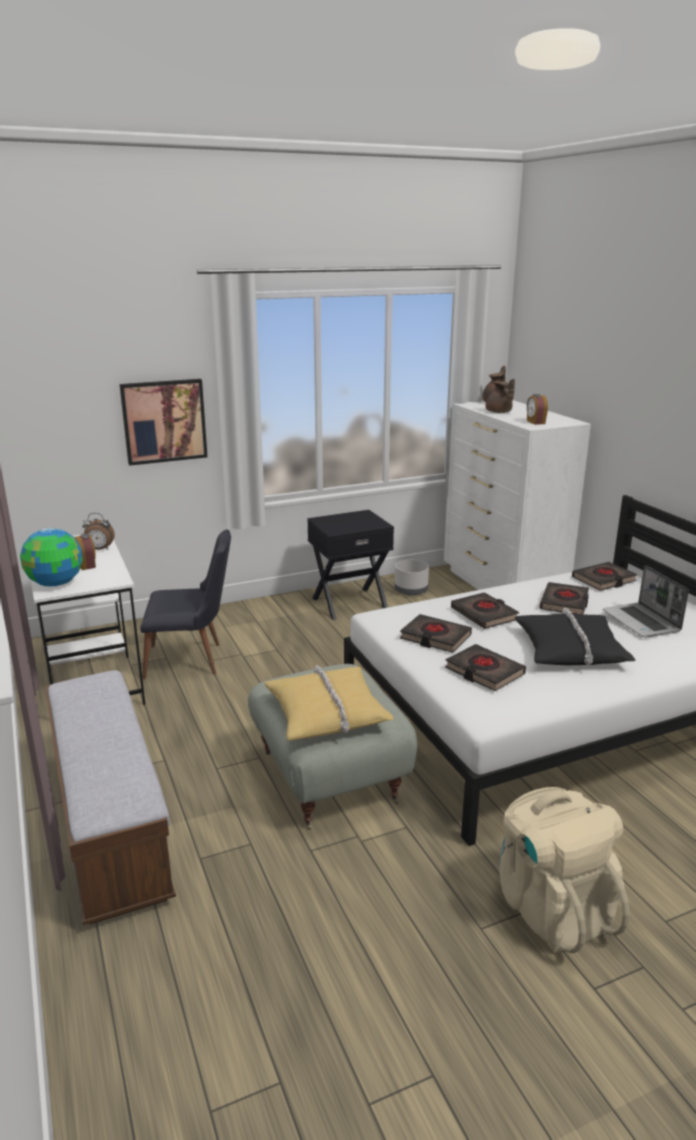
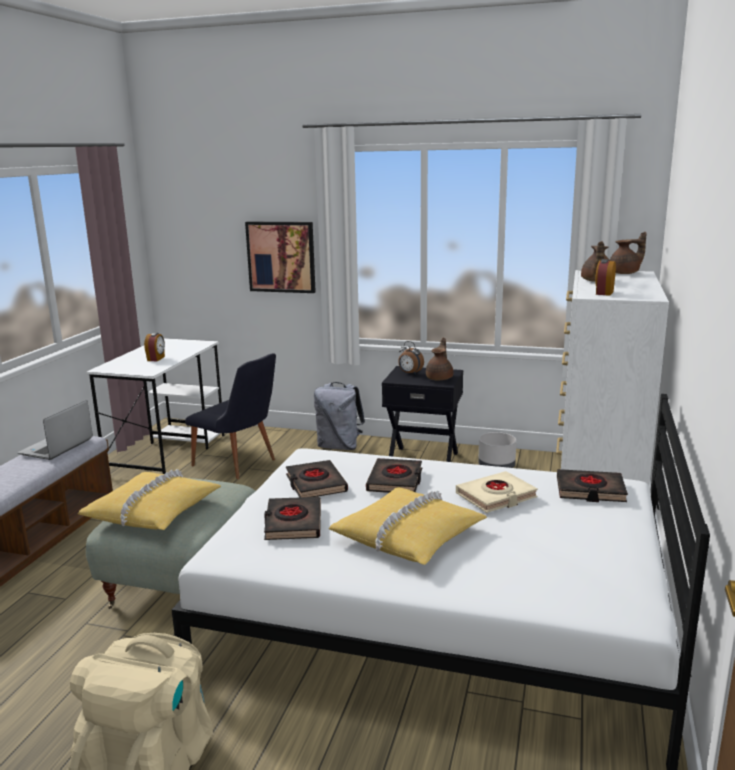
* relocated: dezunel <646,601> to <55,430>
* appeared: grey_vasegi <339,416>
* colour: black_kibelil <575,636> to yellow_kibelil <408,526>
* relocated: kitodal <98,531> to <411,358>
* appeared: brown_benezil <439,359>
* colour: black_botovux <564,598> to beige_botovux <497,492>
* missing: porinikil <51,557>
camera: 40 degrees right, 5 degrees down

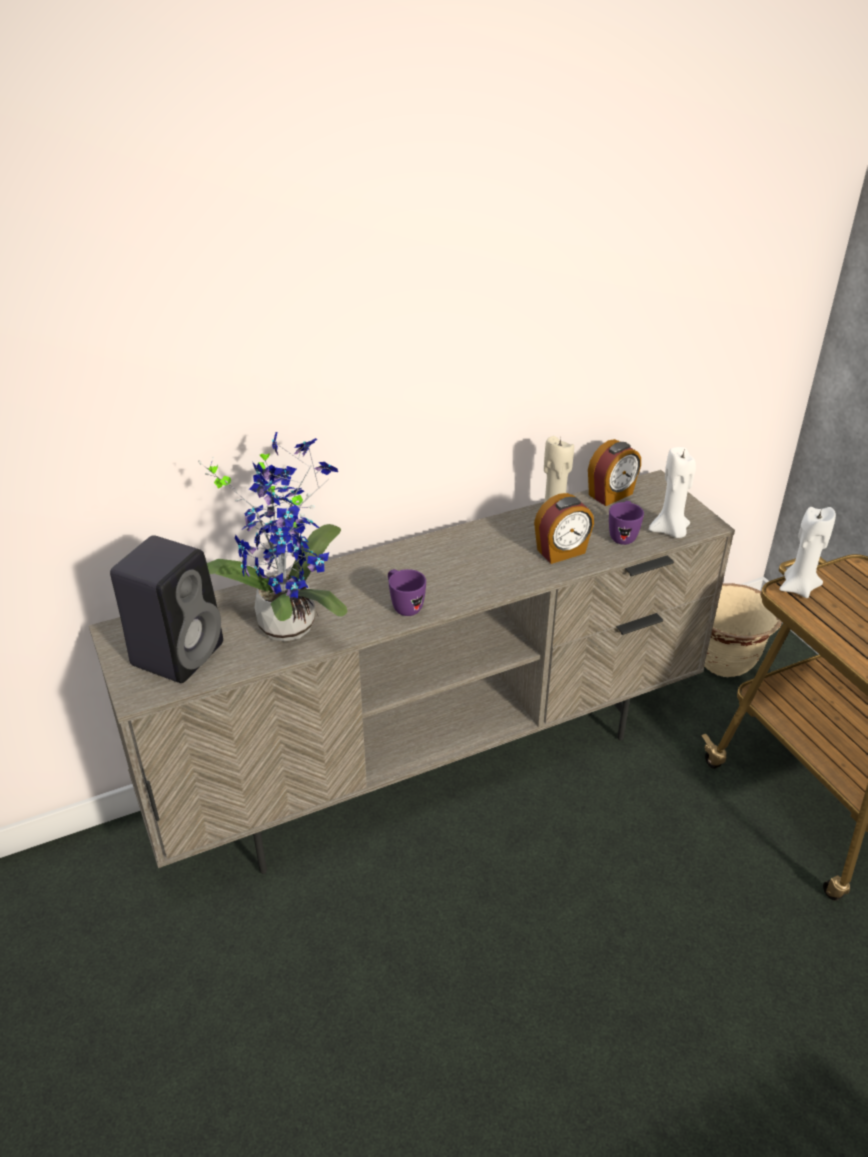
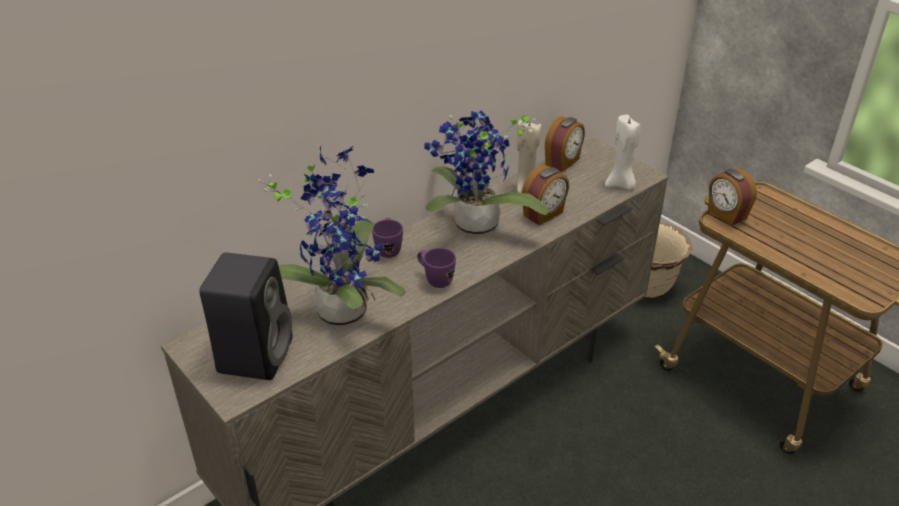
* relocated: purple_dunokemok <626,523> to <387,238>
* appeared: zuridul <486,174>
* exchanged: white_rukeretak <807,552> to kitodal <732,197>
camera: 15 degrees left, 0 degrees up

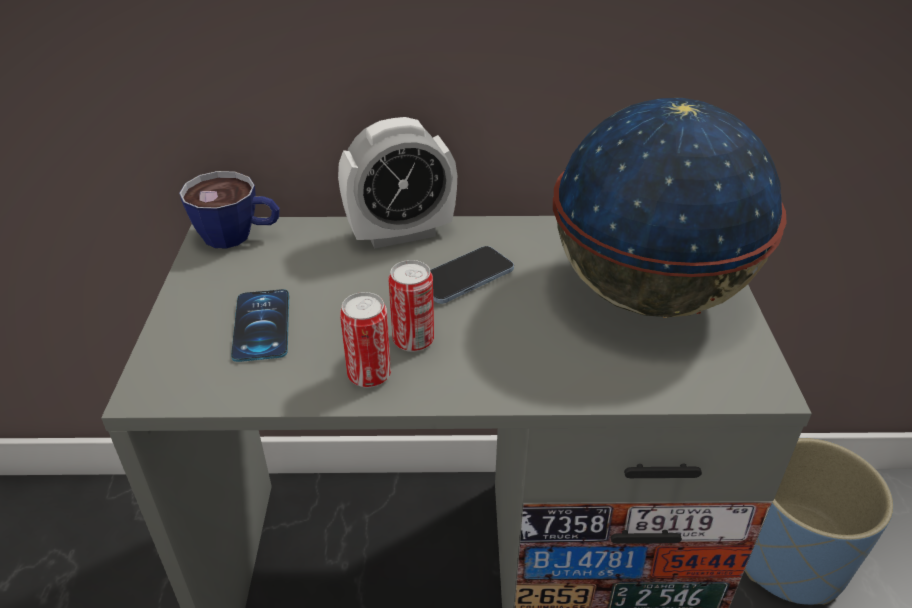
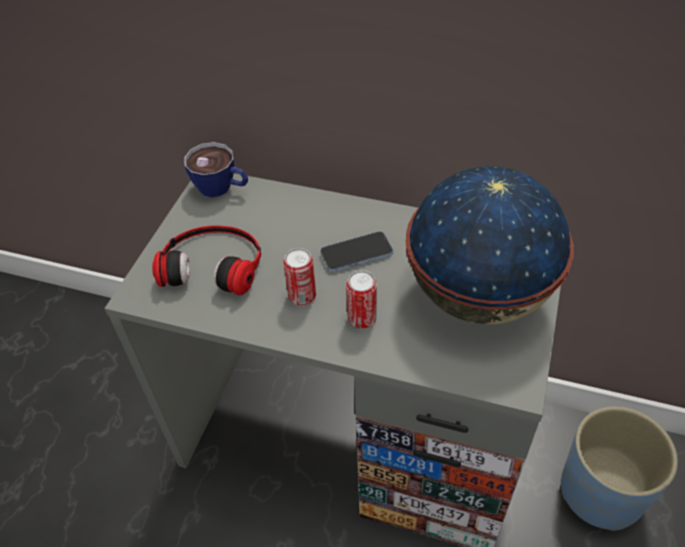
* exchanged: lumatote <260,325> to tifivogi <206,260>
* relocated: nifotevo <365,340> to <361,299>
* missing: kitodal <397,183>
camera: 20 degrees right, 10 degrees up

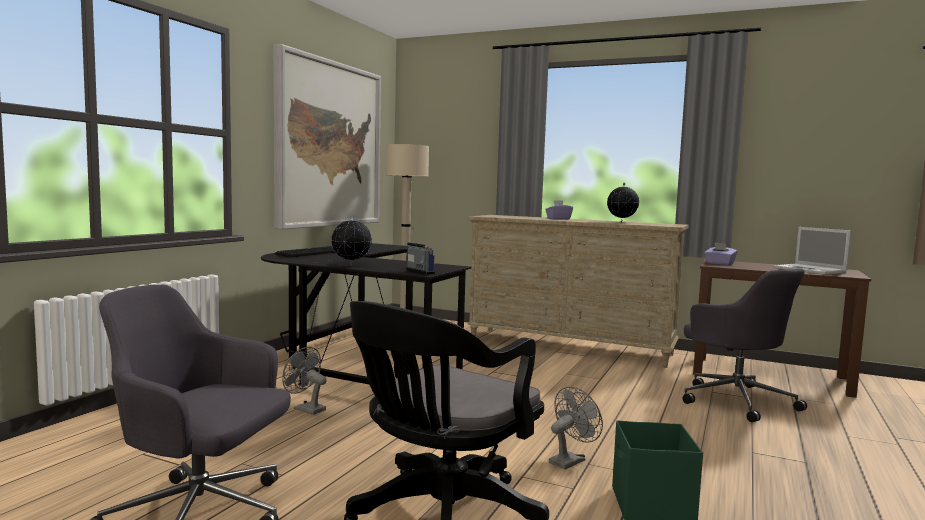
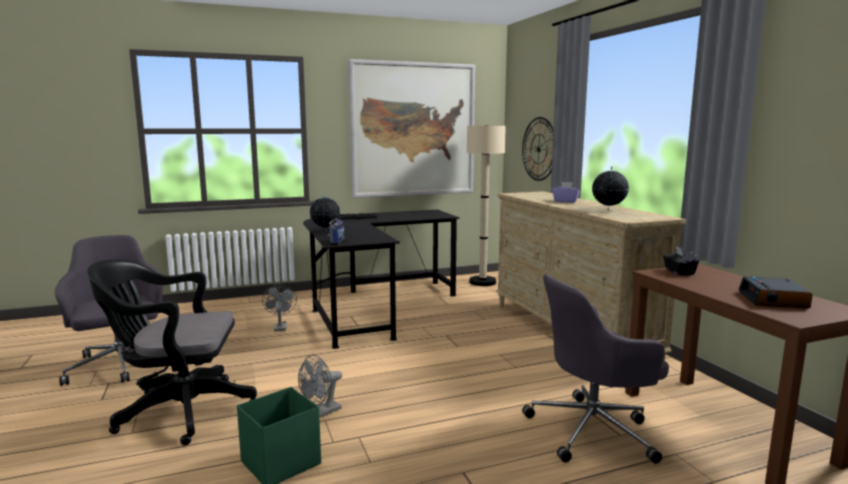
* spun: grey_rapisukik <576,428> = <320,386> 135 degrees clockwise
* appeared: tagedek <538,149>
* spun: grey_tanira <745,345> = <595,368> 60 degrees clockwise
* colour: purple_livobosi <720,254> to black_livobosi <681,260>
* exchanged: dezunel <812,250> to kitodal <775,292>
camera: 45 degrees right, 5 degrees up

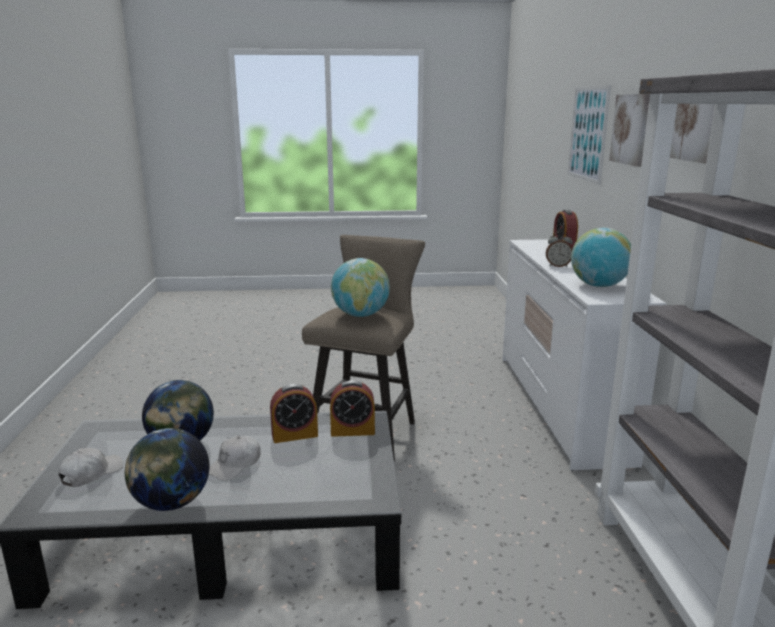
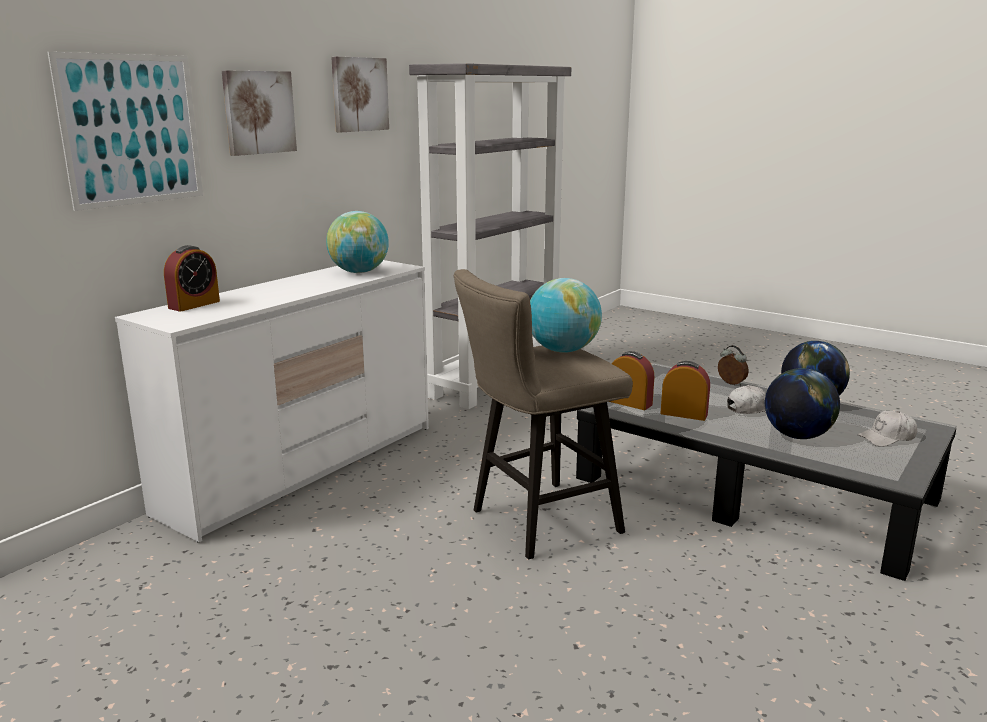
* relocated: kitodal <559,249> to <733,365>
camera: 140 degrees left, 0 degrees up

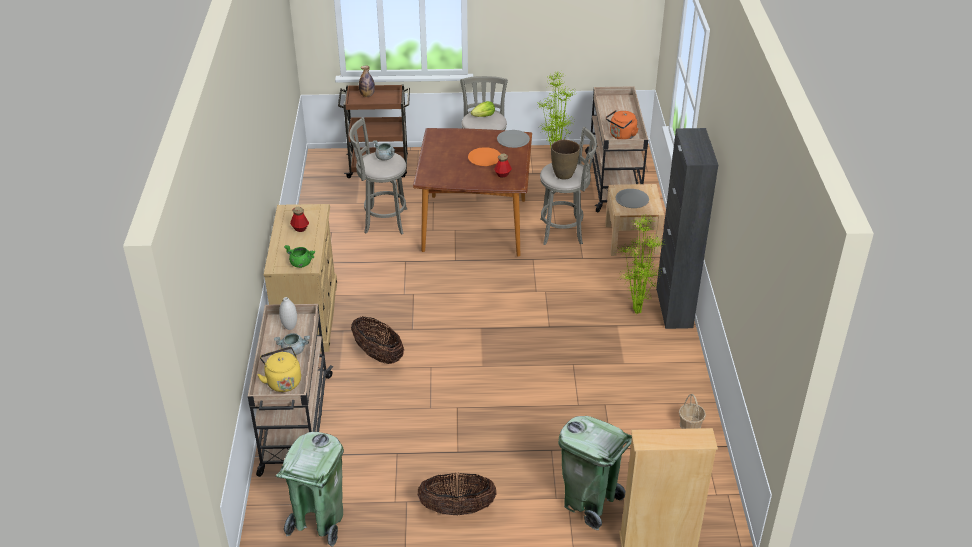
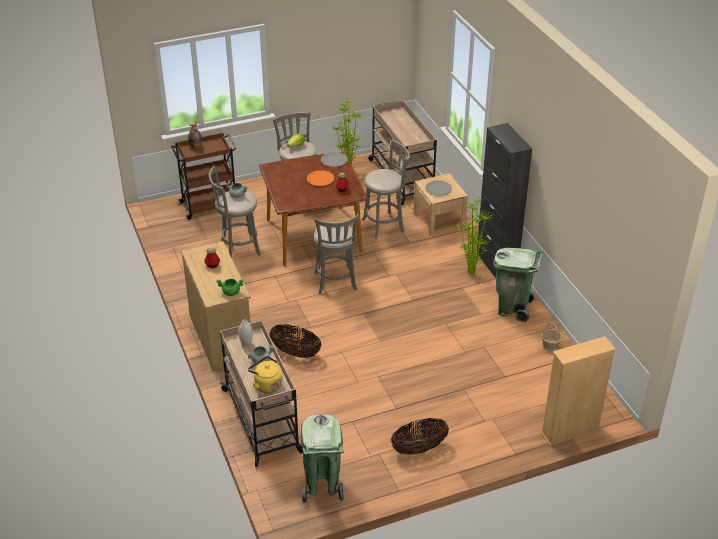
* appeared: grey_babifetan <336,254>
* relocated: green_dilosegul <595,473> to <518,285>
* missing: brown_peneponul <565,159>
* missing: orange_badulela <622,124>
camera: 20 degrees left, 0 degrees up

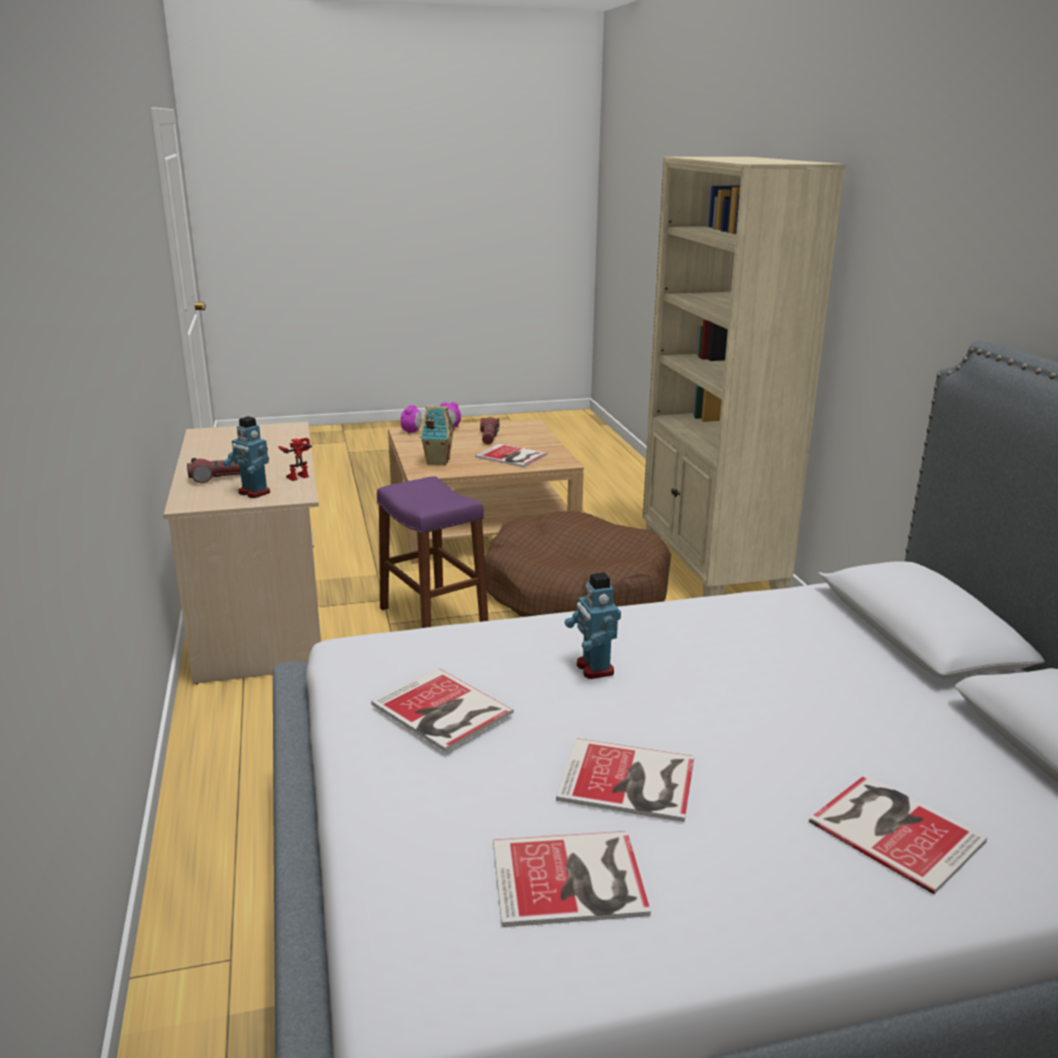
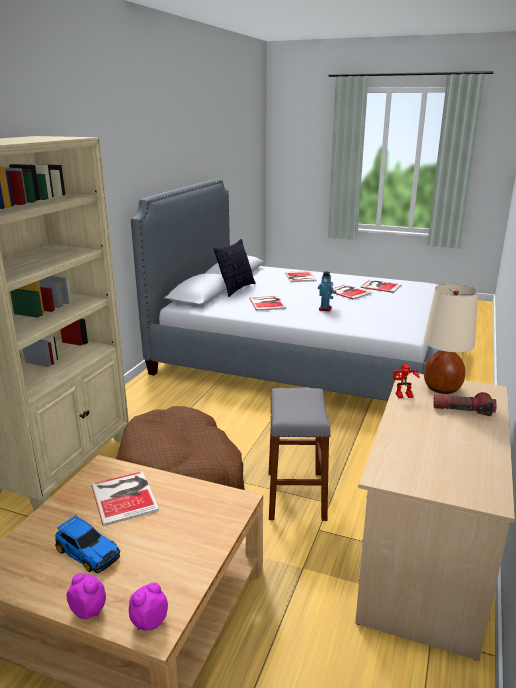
* exchanged: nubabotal <489,431> to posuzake <87,544>
* appeared: kibelil <234,268>
* relocated: botovux <442,710> to <267,303>
* colour: purple_babifetan <432,552> to grey_babifetan <300,454>
* exchanged: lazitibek <246,457> to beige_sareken <451,339>
* missing: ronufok <437,435>
camera: 145 degrees left, 0 degrees up

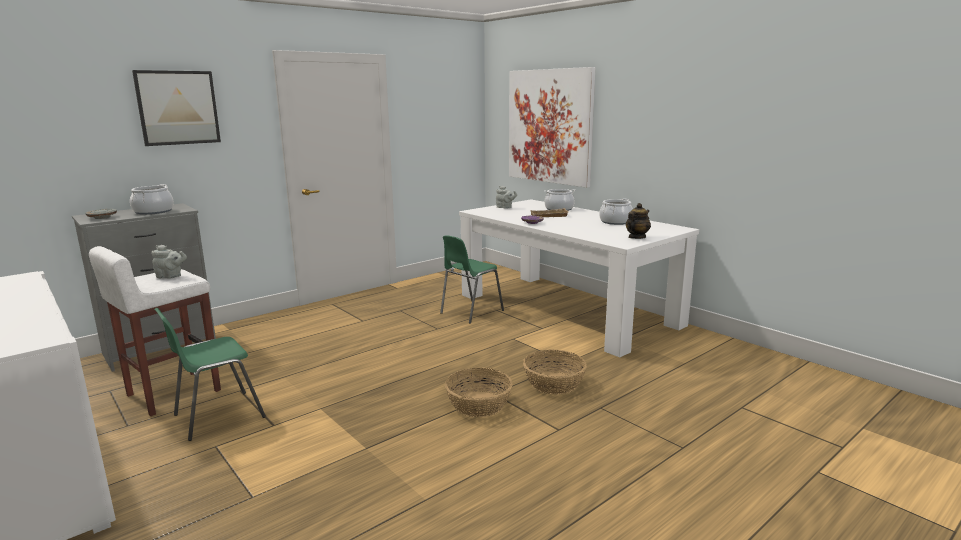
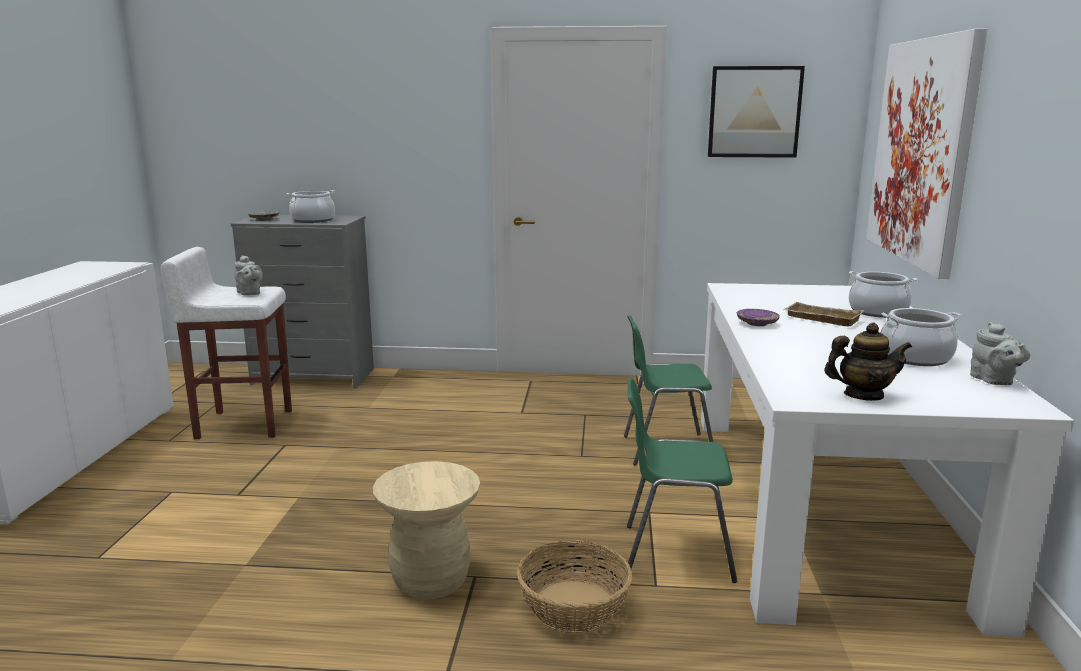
* exchanged: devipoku <479,392> to beige_babifetan <426,530>
* relocated: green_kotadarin <210,374> to <682,480>
* relocated: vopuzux <176,108> to <756,112>
* relocated: grey_benezil <506,197> to <1000,353>
camera: 45 degrees right, 0 degrees up

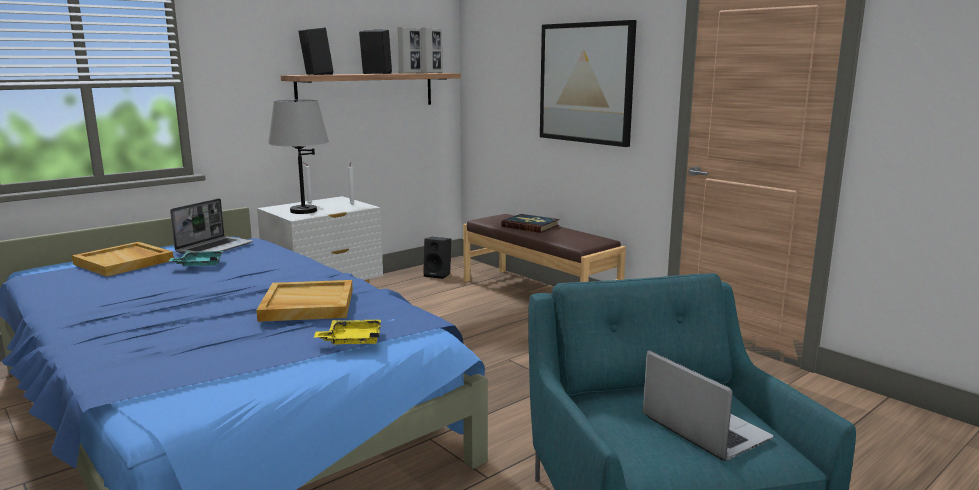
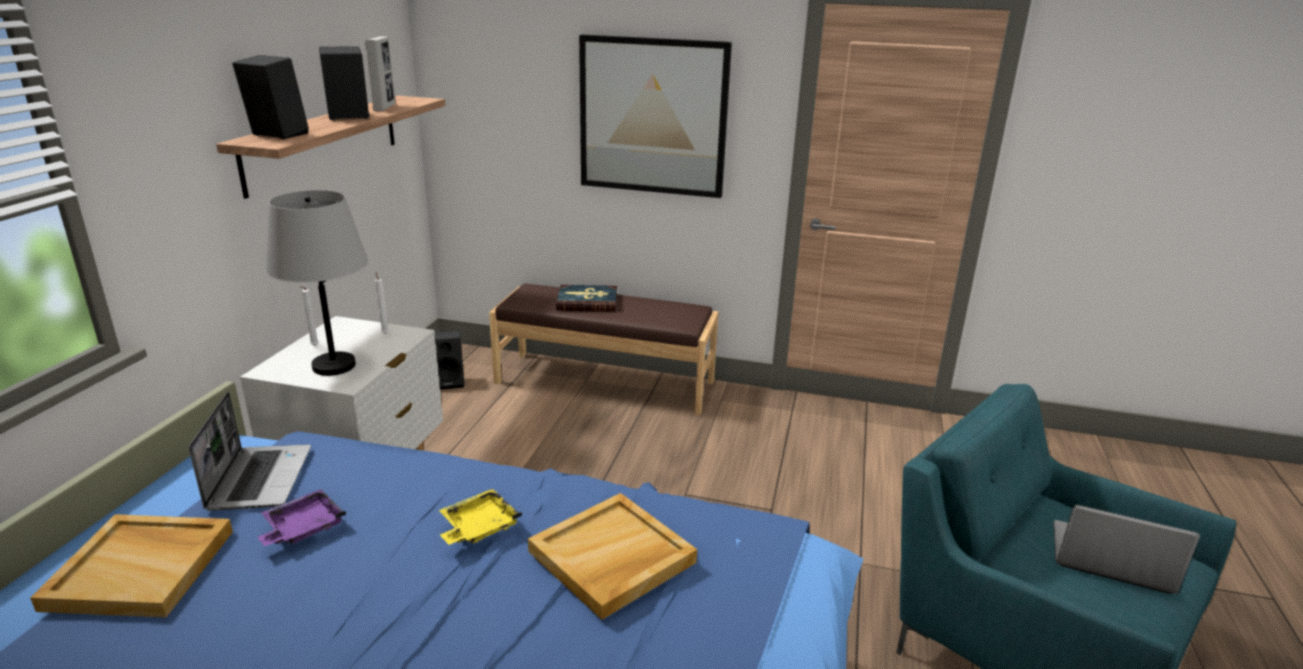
* colour: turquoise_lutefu <196,258> to purple_lutefu <301,517>
* relocated: yellow_lutefu <347,332> to <480,517>
* missing: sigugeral <431,50>
camera: 35 degrees left, 10 degrees up

